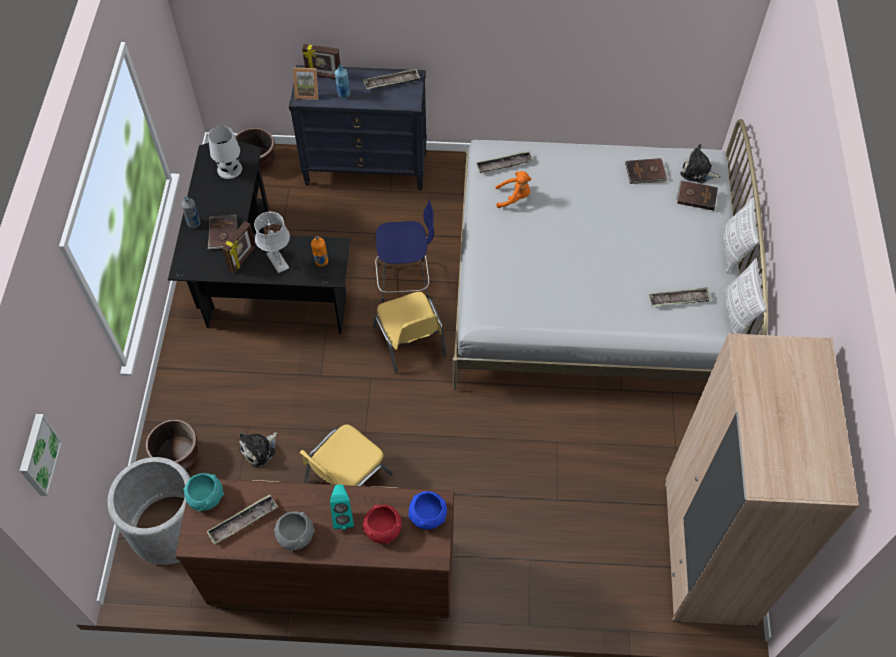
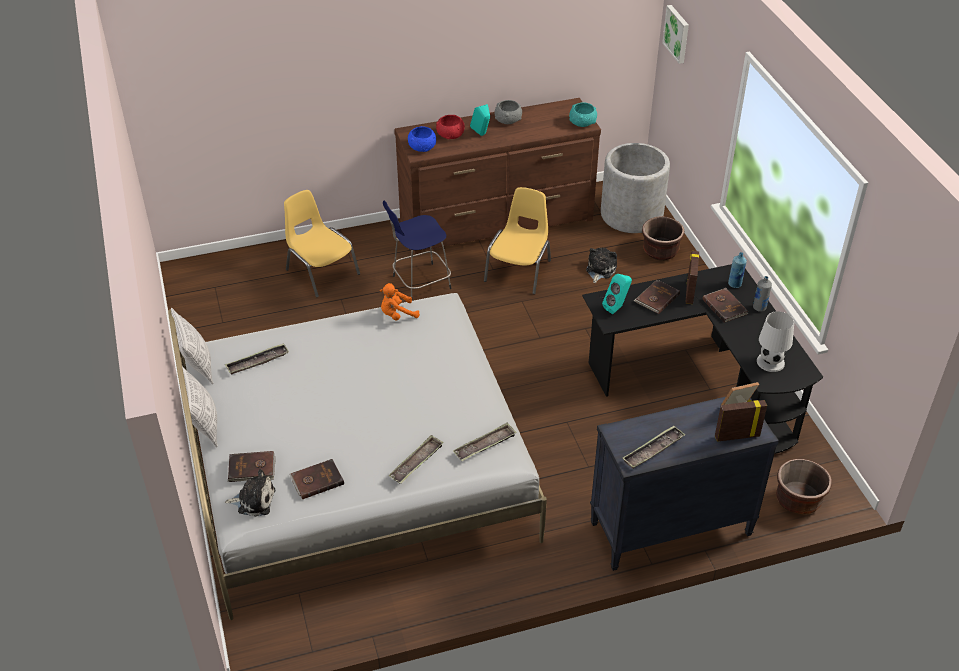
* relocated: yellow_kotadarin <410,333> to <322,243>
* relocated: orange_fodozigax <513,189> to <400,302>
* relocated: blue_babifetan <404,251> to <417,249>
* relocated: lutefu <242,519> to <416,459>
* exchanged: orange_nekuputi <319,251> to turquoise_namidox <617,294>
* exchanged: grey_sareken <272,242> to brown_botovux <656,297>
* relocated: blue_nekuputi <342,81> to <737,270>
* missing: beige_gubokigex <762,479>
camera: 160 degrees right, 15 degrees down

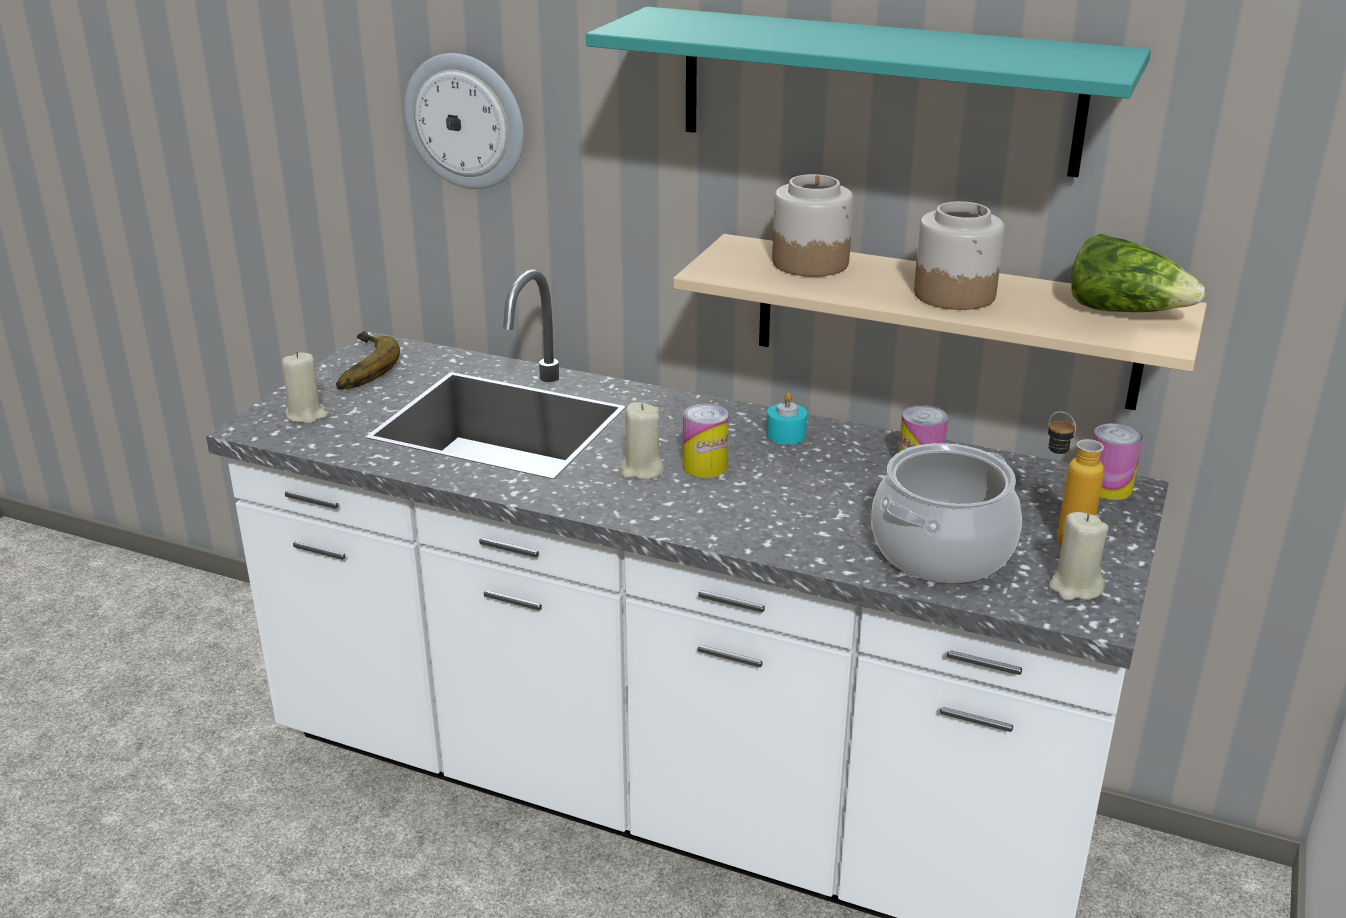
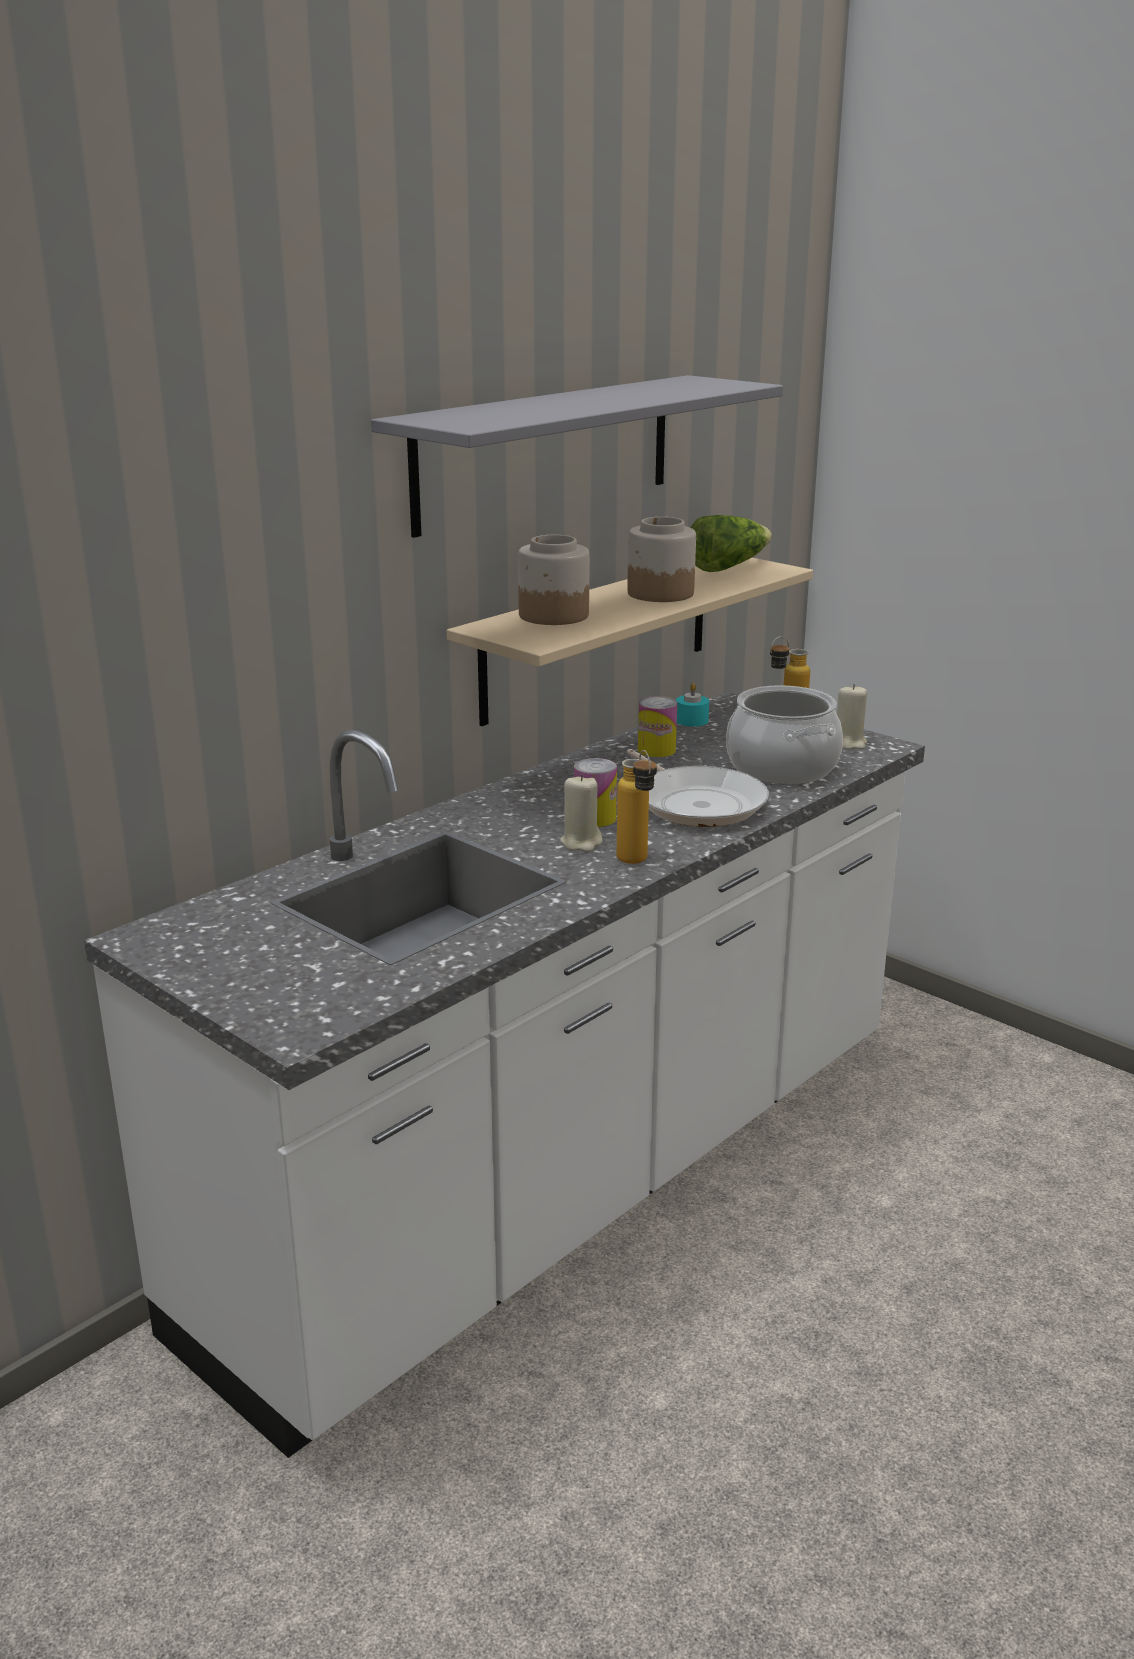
* colour: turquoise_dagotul <868,92> to grey_dagotul <577,456>
* appeared: nekuputi <637,807>
* appeared: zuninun <697,788>
* relocated: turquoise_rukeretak <786,419> to <692,705>
* missing: beige_rukeretak <305,388>
* missing: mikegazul <368,360>
* missing: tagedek <464,121>
* missing: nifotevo <1118,461>
camera: 70 degrees left, 5 degrees down

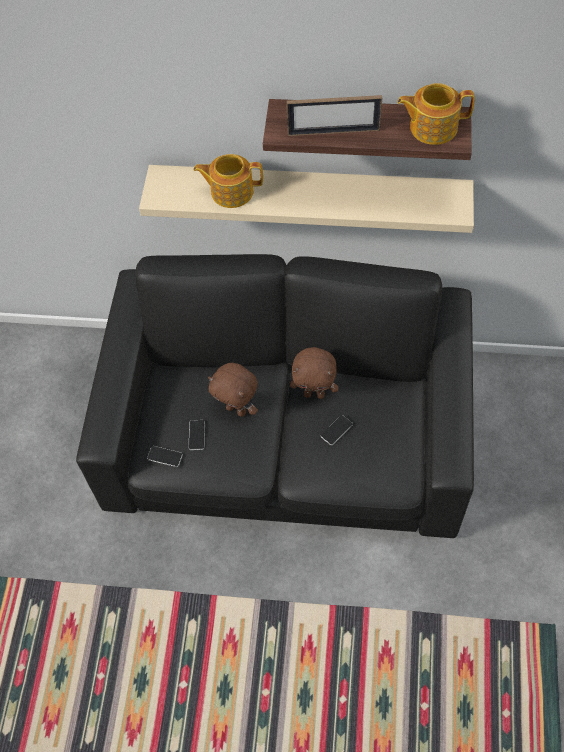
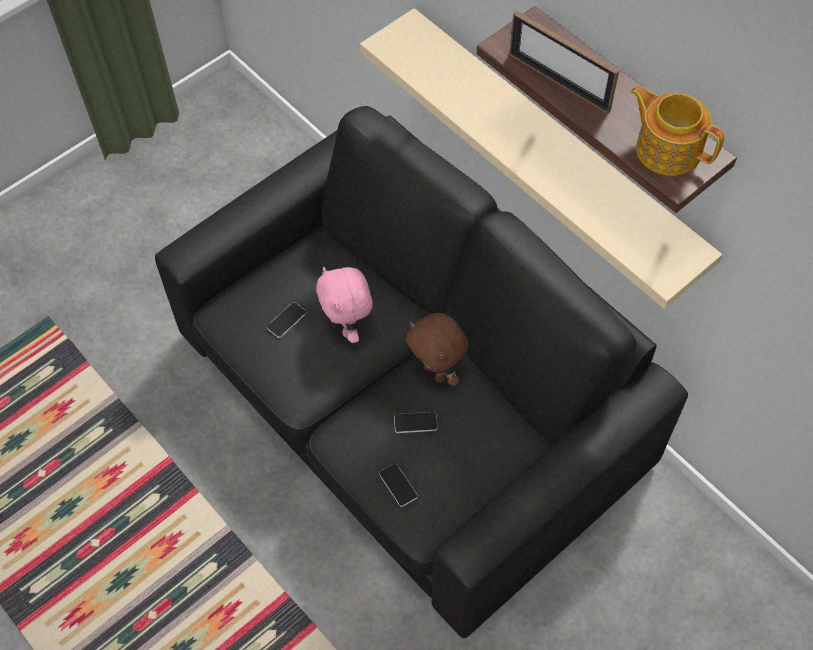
* colour: brown_fodozigax <233,390> to pink_fodozigax <344,304>
* relocated: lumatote <165,456> to <398,485>
* missing: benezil <228,181>
camera: 40 degrees right, 0 degrees up

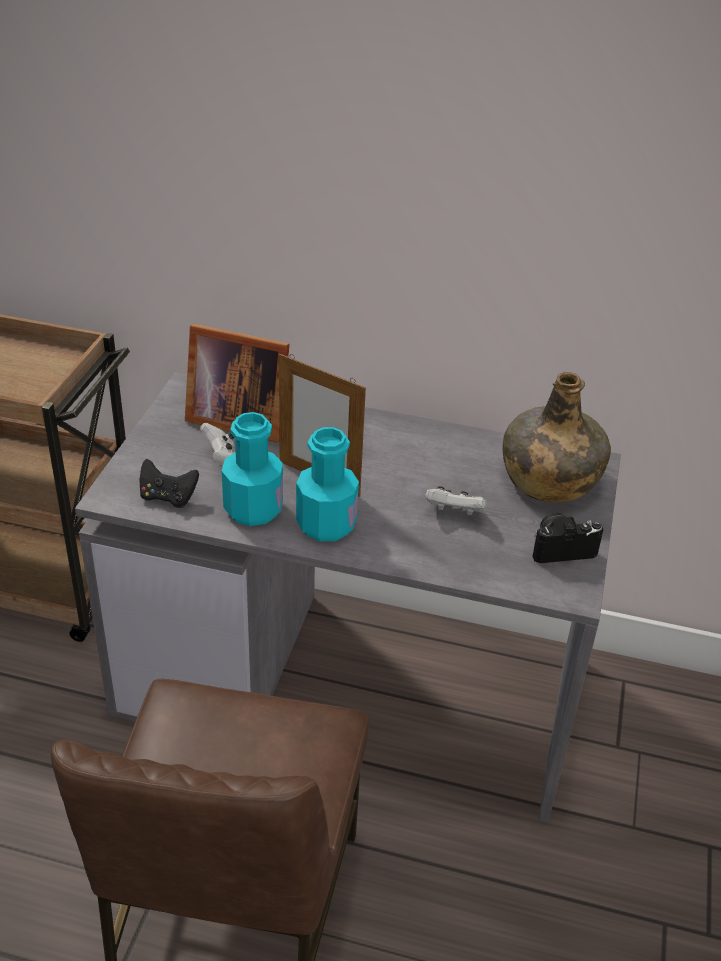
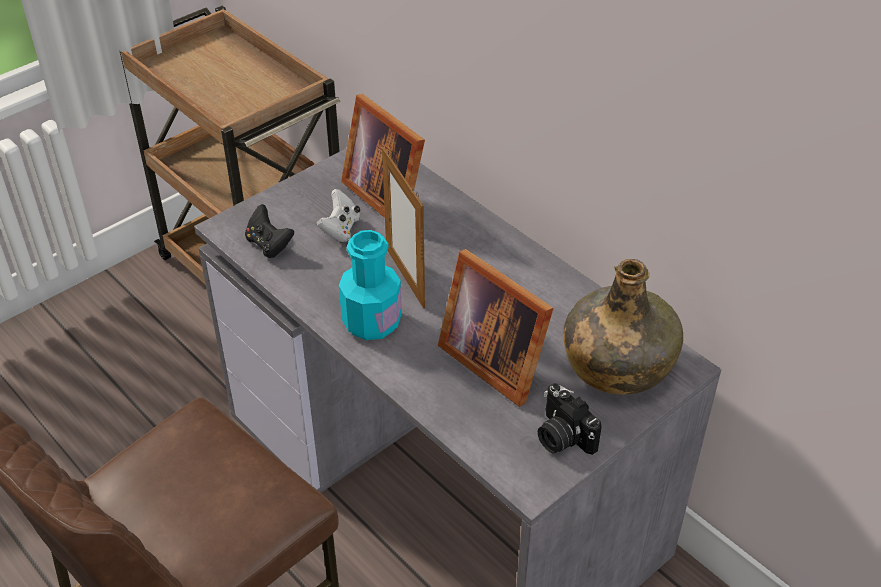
* exchanged: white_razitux <456,500> to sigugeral <496,328>
* spun: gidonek <568,538> = <569,419> 150 degrees counterclockwise
* missing: turquoise_nekuputi <252,469>
camera: 35 degrees right, 5 degrees up

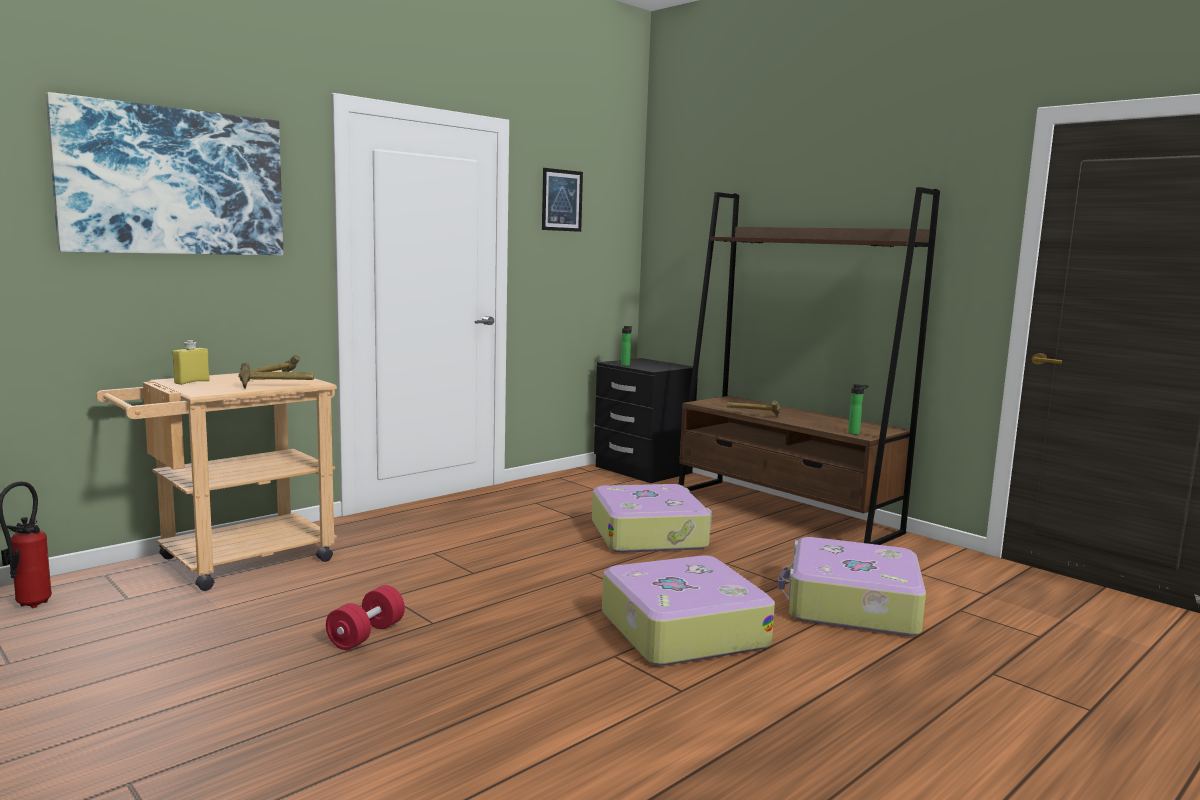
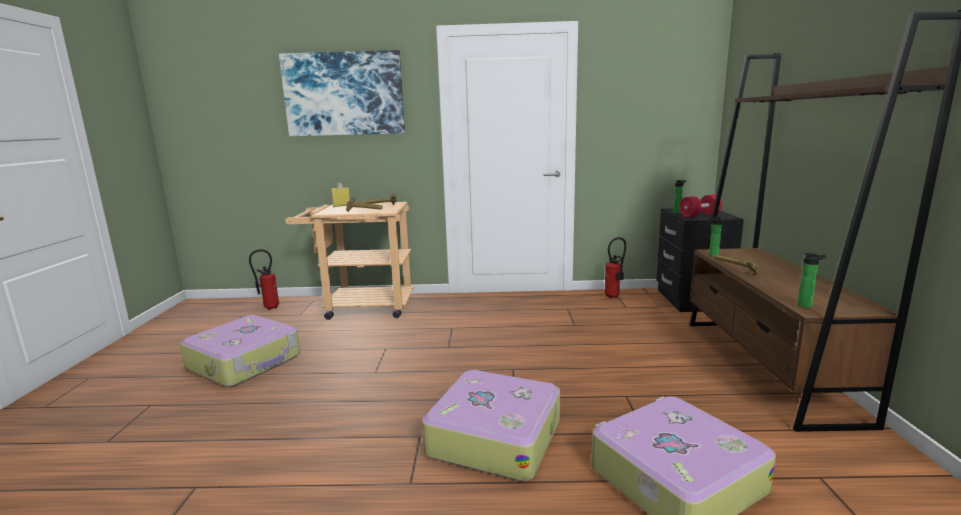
* relocated: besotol <652,518> to <240,351>
* appeared: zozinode <615,268>
* relocated: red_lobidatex <365,617> to <700,206>
* appeared: nekuputi <715,236>
* missing: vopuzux <562,200>
camera: 45 degrees right, 5 degrees up

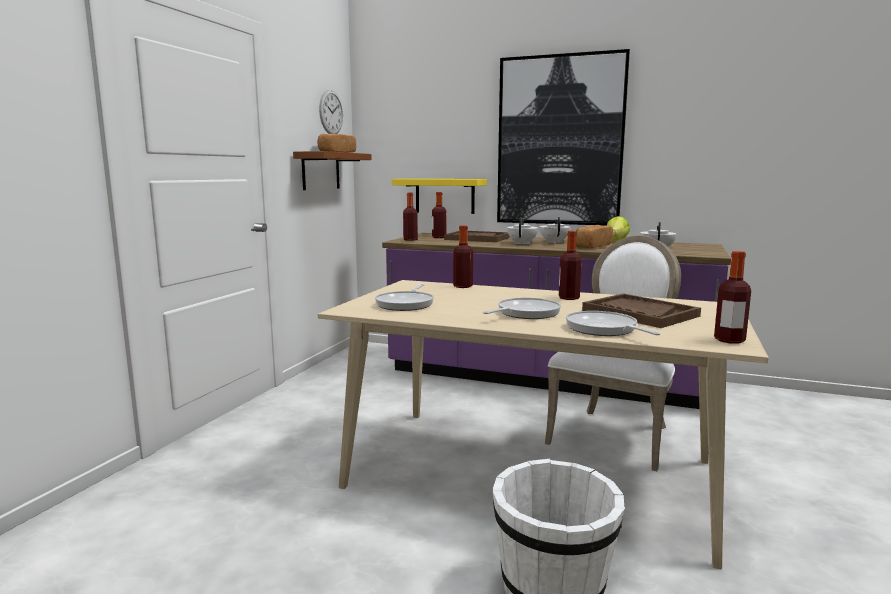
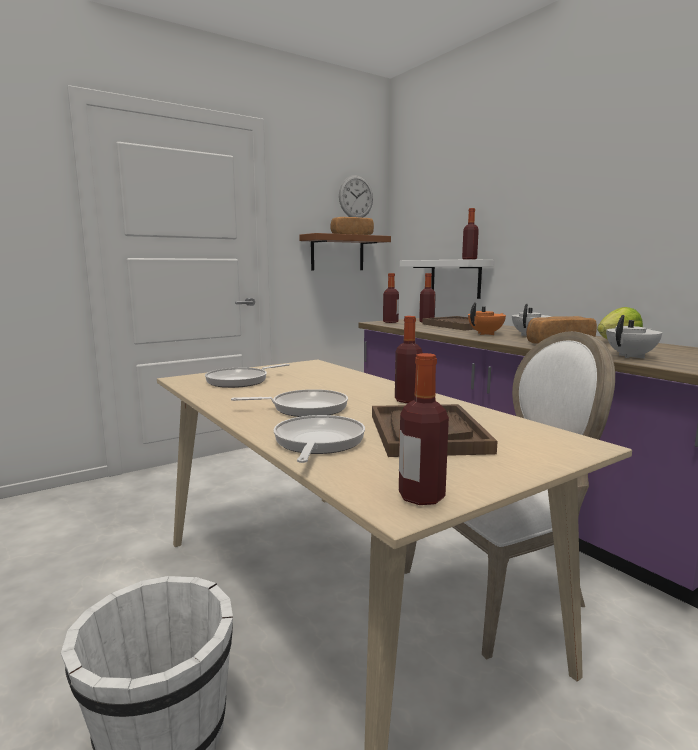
* colour: yellow_dagotul <439,196> to white_dagotul <447,279>
* relocated: nekuputi <463,256> to <470,234>
* colour: white_benezil <522,231> to orange_benezil <487,318>
* missing: vopuzux <563,137>
camera: 35 degrees right, 0 degrees up

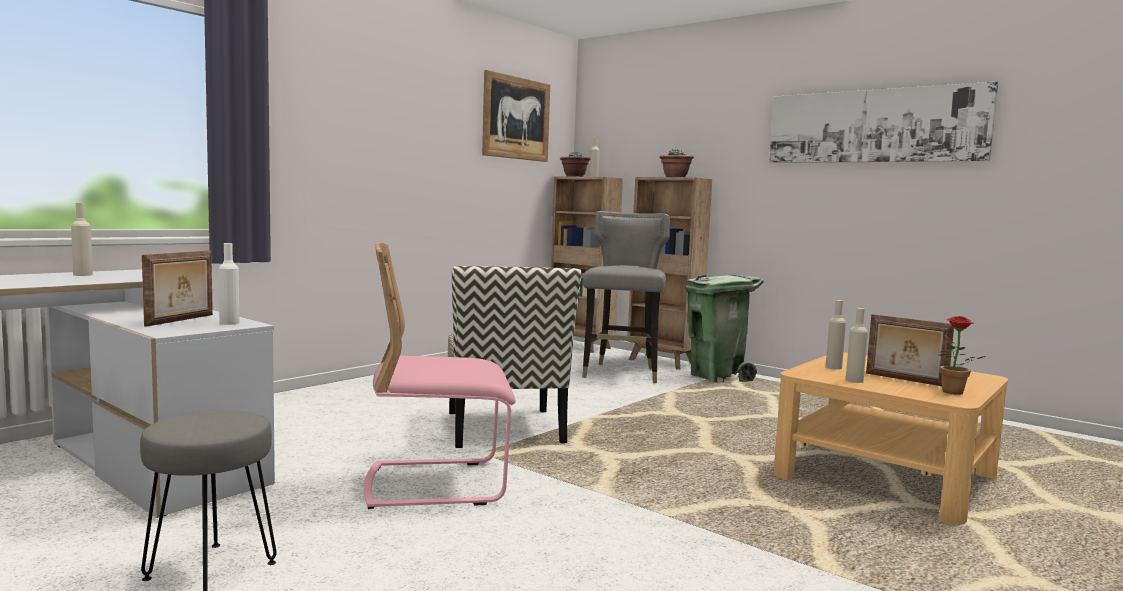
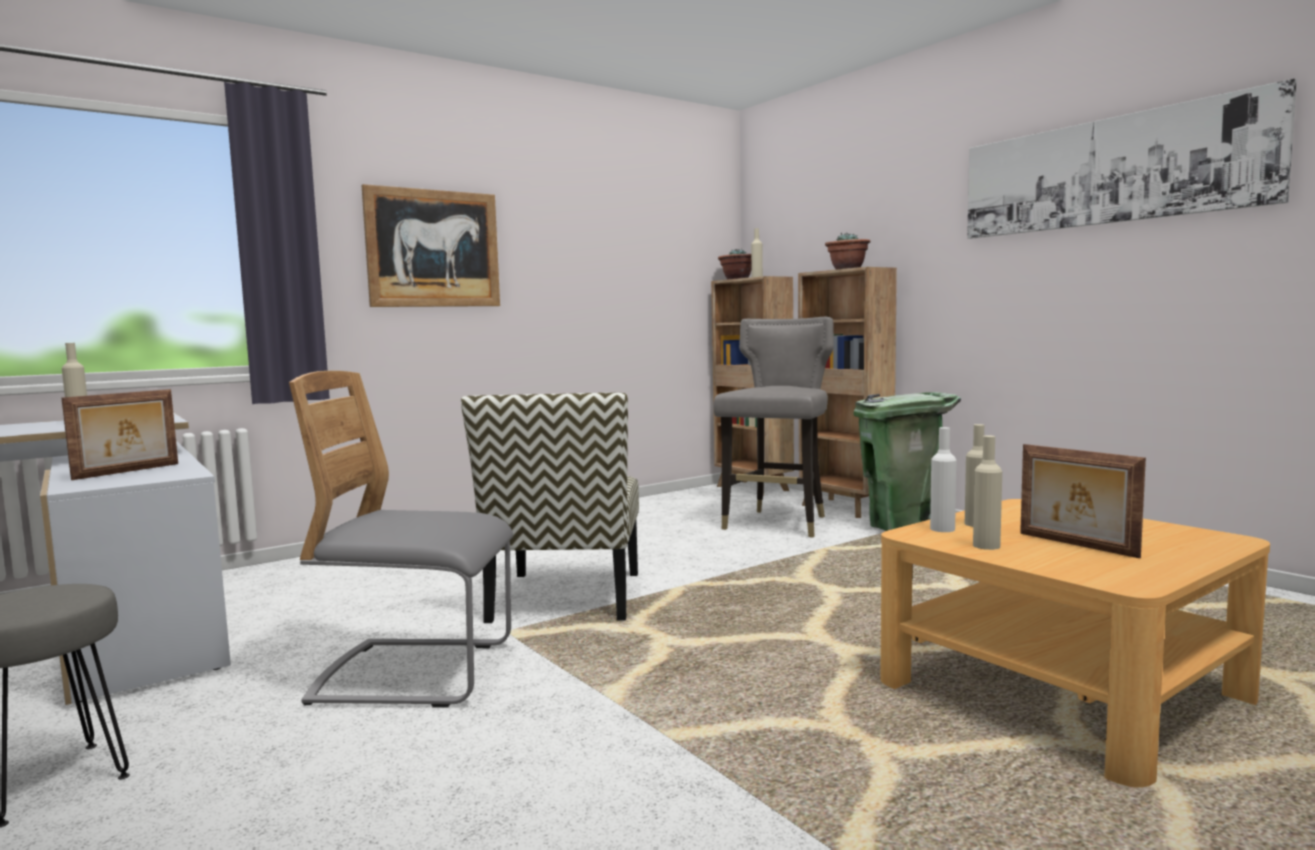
* colour: pink_kotadarin <440,376> to grey_kotadarin <401,539>
* relocated: vopuzux <516,116> to <430,245>
* relocated: white_nekuputi <228,284> to <943,479>
* missing: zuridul <962,355>
camera: 15 degrees right, 0 degrees up

